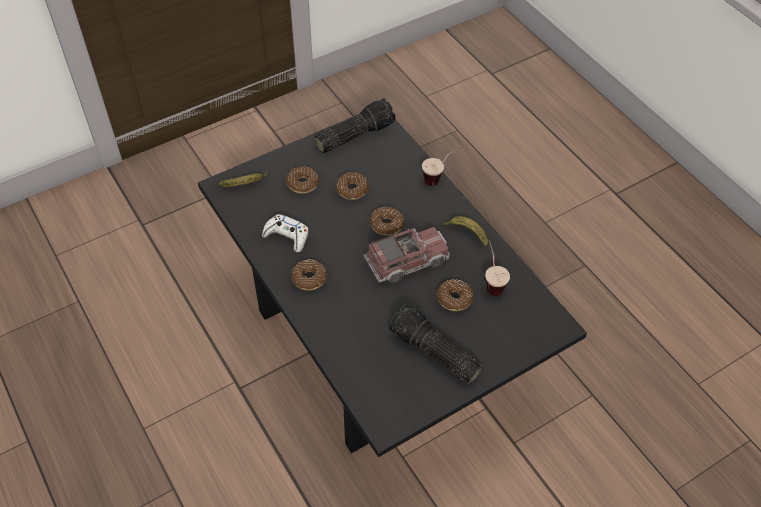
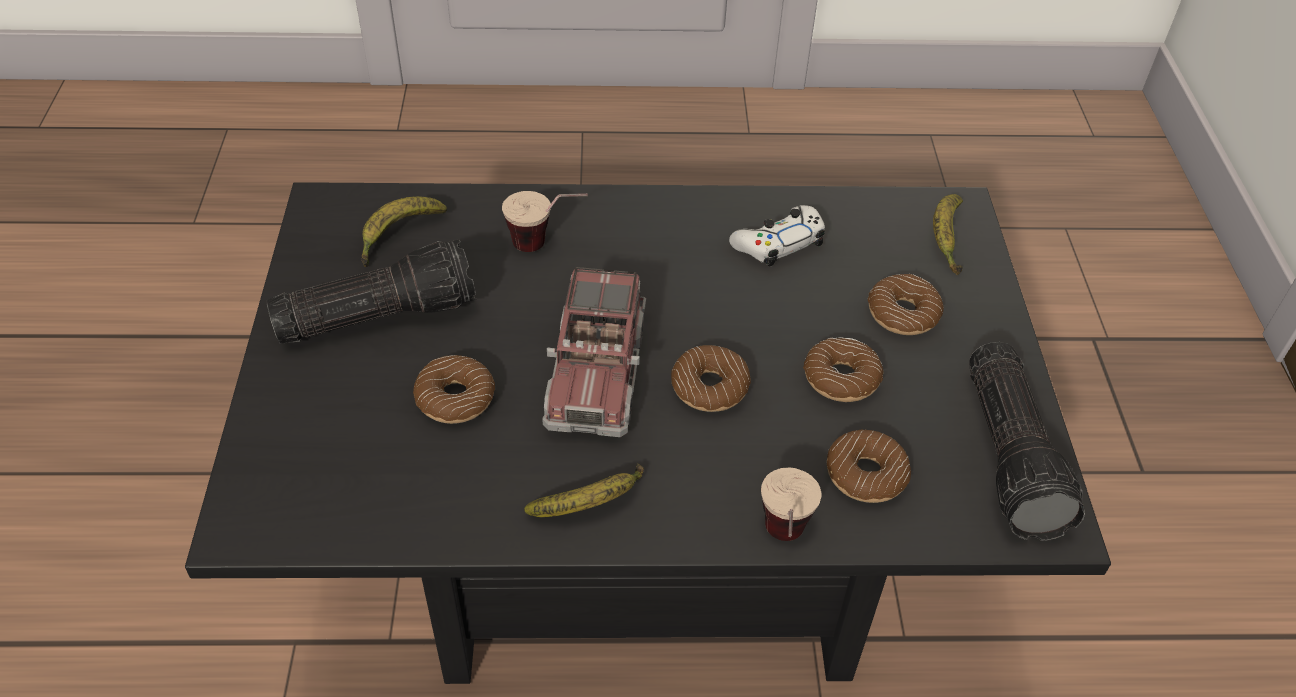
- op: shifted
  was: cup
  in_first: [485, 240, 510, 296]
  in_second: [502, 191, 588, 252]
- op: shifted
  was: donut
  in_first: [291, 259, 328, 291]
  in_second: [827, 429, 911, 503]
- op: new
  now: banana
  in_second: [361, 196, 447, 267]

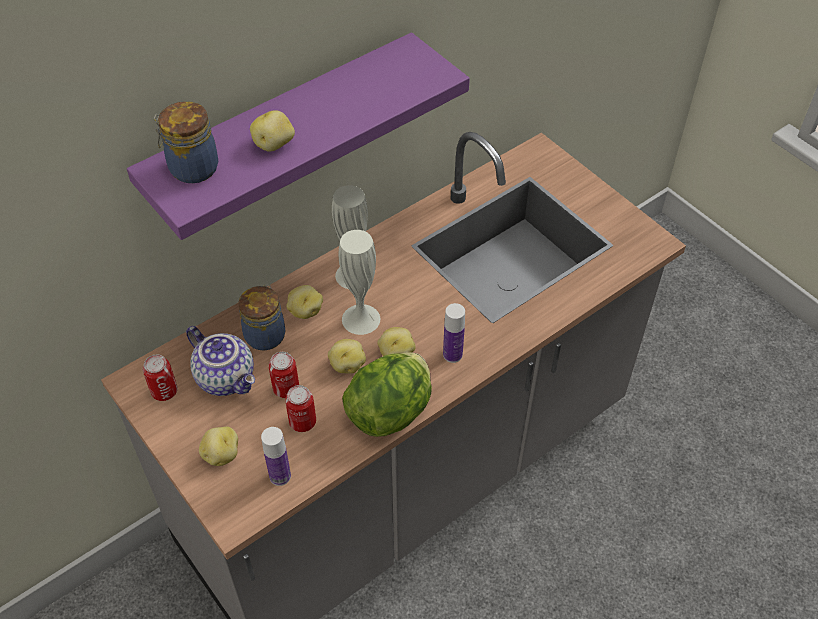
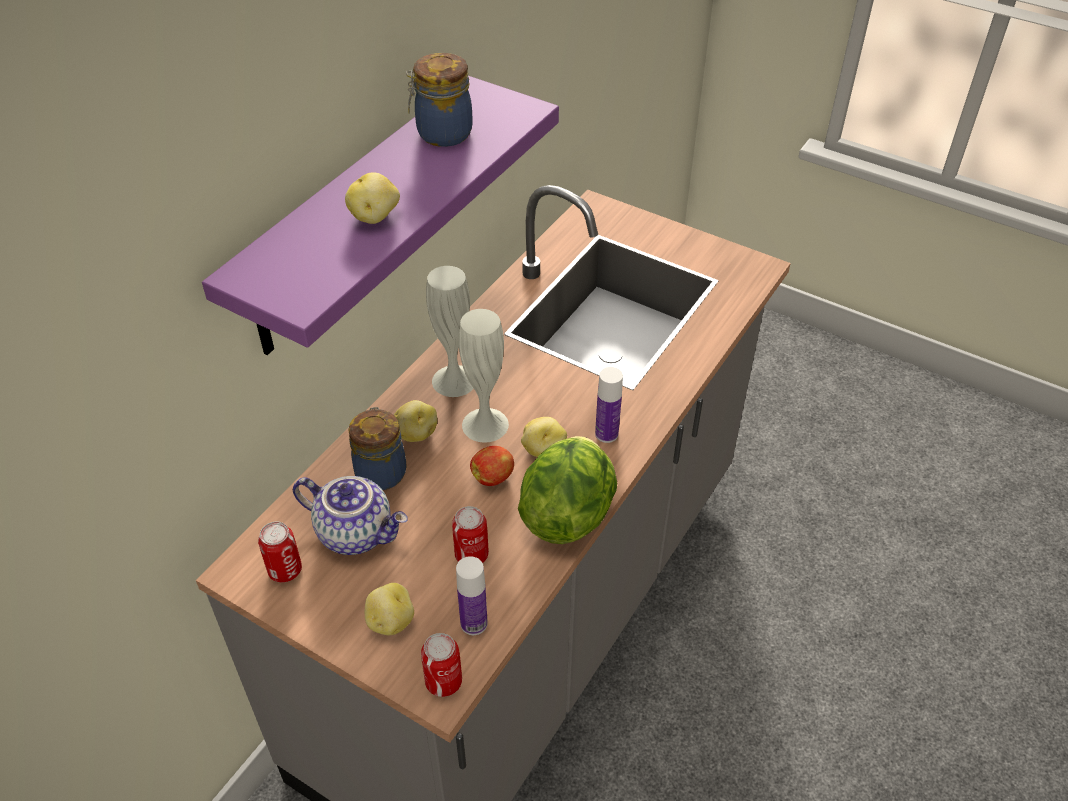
- op: shifted
  was: jar
  in_first: [154, 101, 218, 183]
  in_second: [406, 53, 473, 147]
- op: swapped
  was: potato
  now: apple
  in_first: [328, 339, 366, 374]
  in_second: [470, 446, 514, 486]
- op: shifted
  was: can
  in_first: [269, 352, 299, 398]
  in_second: [421, 633, 462, 697]

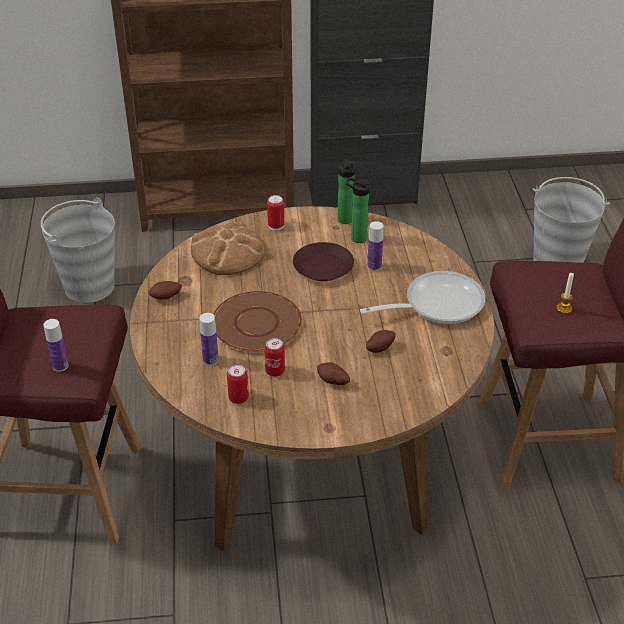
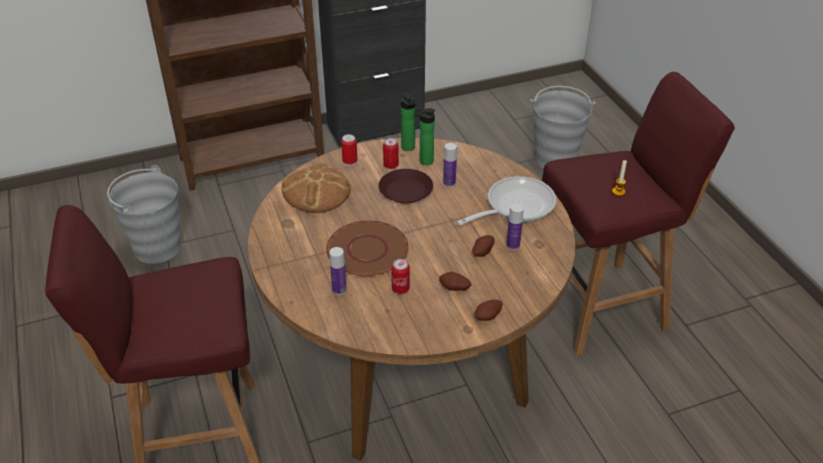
- op: shifted
  was: potato
  in_first: [149, 281, 182, 300]
  in_second: [474, 300, 503, 321]
- op: shifted
  was: bottle
  in_first: [43, 319, 69, 372]
  in_second: [506, 204, 524, 250]
- op: shifted
  was: can
  in_first: [227, 364, 249, 404]
  in_second: [383, 138, 399, 169]

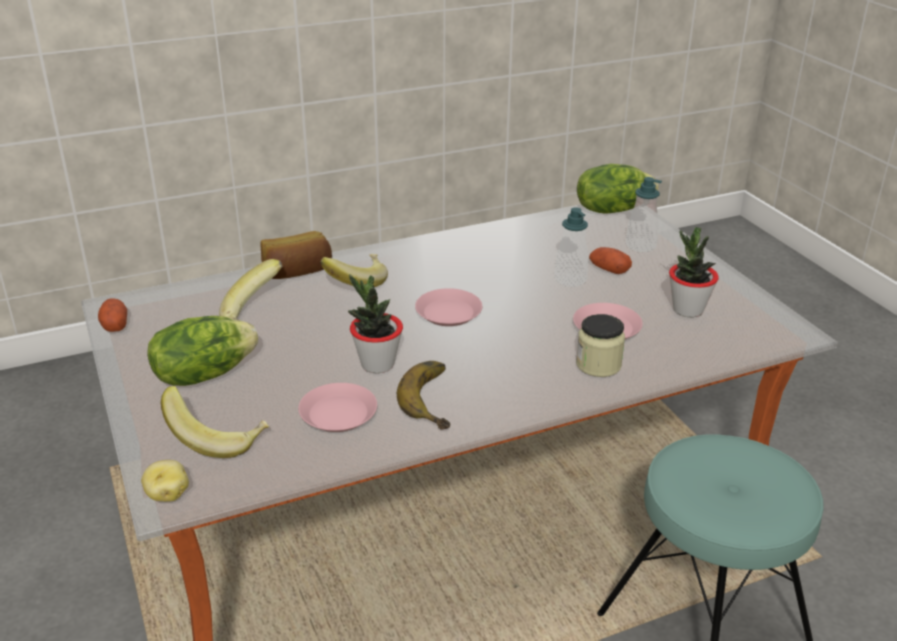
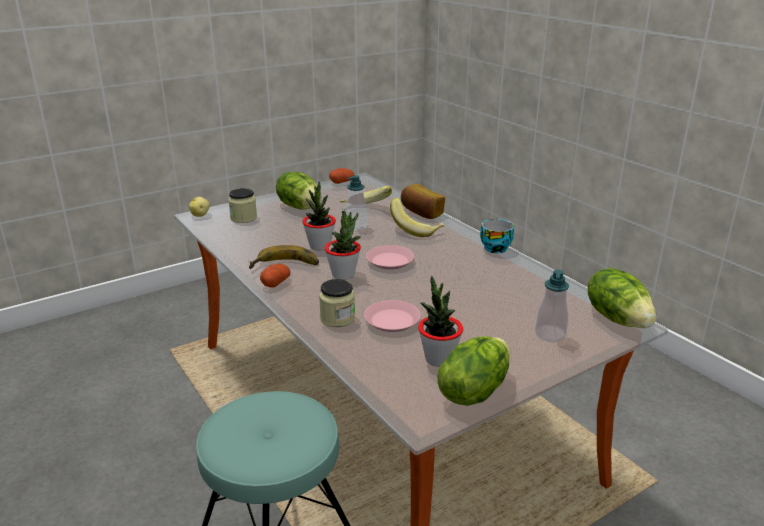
- op: shifted
  was: soap dispenser
  in_first: [554, 207, 588, 287]
  in_second: [345, 175, 368, 230]
- op: shifted
  was: potato
  in_first: [589, 247, 632, 274]
  in_second: [260, 264, 290, 288]
- op: gone
  was: pink plate
  in_first: [298, 383, 377, 432]
- op: swapped
  was: banana
  now: jar
  in_first: [161, 386, 269, 458]
  in_second: [228, 188, 257, 223]
- op: new
  now: potted plant
  in_second: [325, 211, 361, 280]
- op: new
  now: cup
  in_second: [480, 219, 514, 253]
- op: new
  now: lettuce
  in_second: [438, 336, 510, 406]

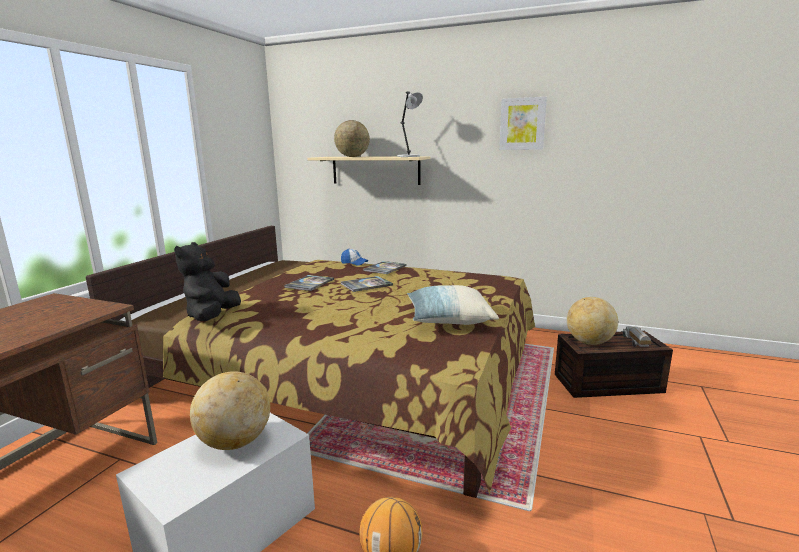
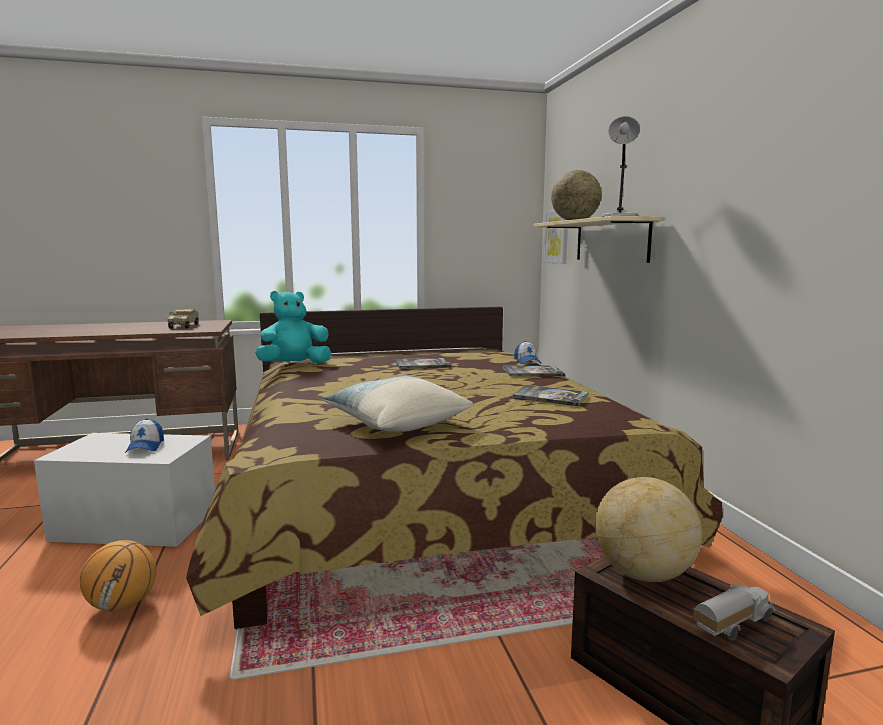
- op: shifted
  was: picture
  in_first: [499, 97, 547, 150]
  in_second: [544, 210, 568, 264]
- op: repainted
  was: black plush toy
  now: turquoise plush toy
  in_first: [174, 242, 241, 321]
  in_second: [255, 291, 331, 363]
- op: shifted
  was: book
  in_first: [341, 276, 393, 292]
  in_second: [512, 385, 588, 406]
- op: swapped
  was: globe
  now: cap
  in_first: [190, 371, 270, 450]
  in_second: [125, 418, 164, 453]
- op: new
  now: toy truck
  in_second: [167, 310, 199, 329]

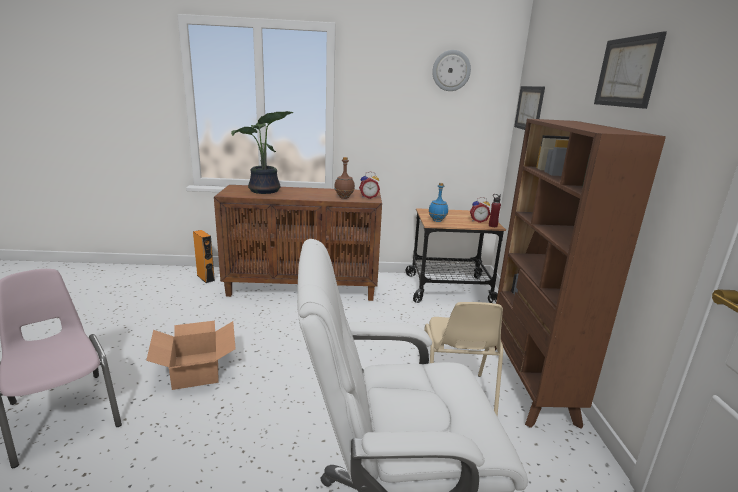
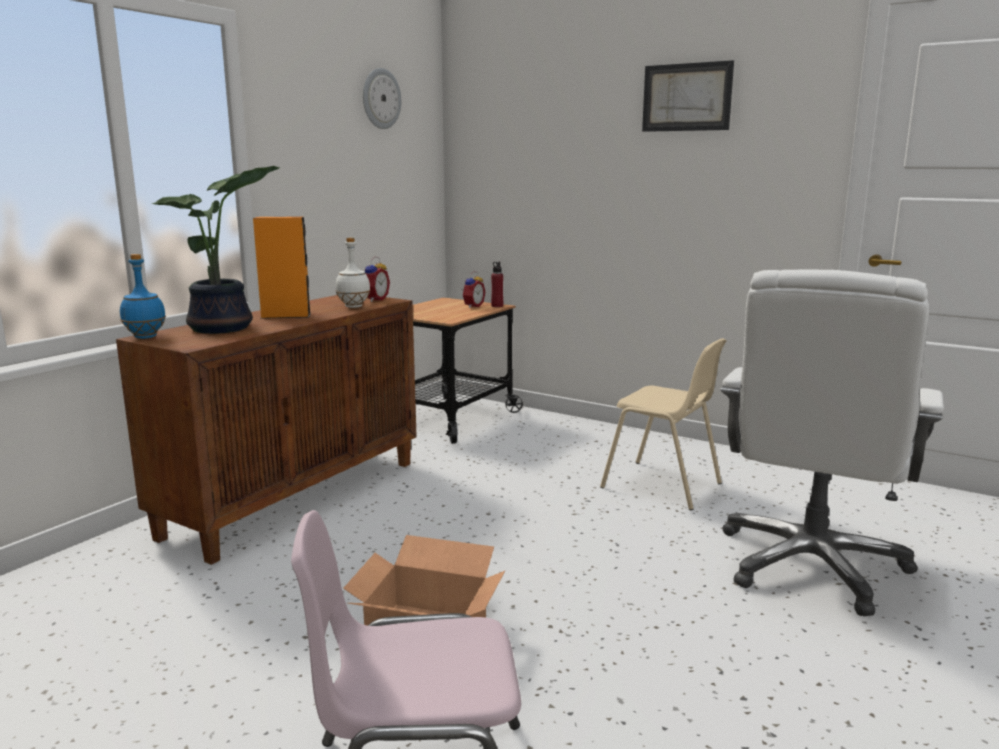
- op: gone
  was: picture
  in_first: [514, 86, 545, 130]
- op: gone
  was: brown bookcase
  in_first: [495, 119, 666, 429]
- op: repainted
  was: brown bottle
  now: white bottle
  in_first: [334, 157, 355, 199]
  in_second: [336, 238, 371, 308]
- op: shifted
  was: blue bottle
  in_first: [429, 183, 448, 222]
  in_second: [120, 254, 166, 339]
- op: shifted
  was: orange speaker
  in_first: [193, 230, 215, 283]
  in_second: [253, 216, 311, 319]

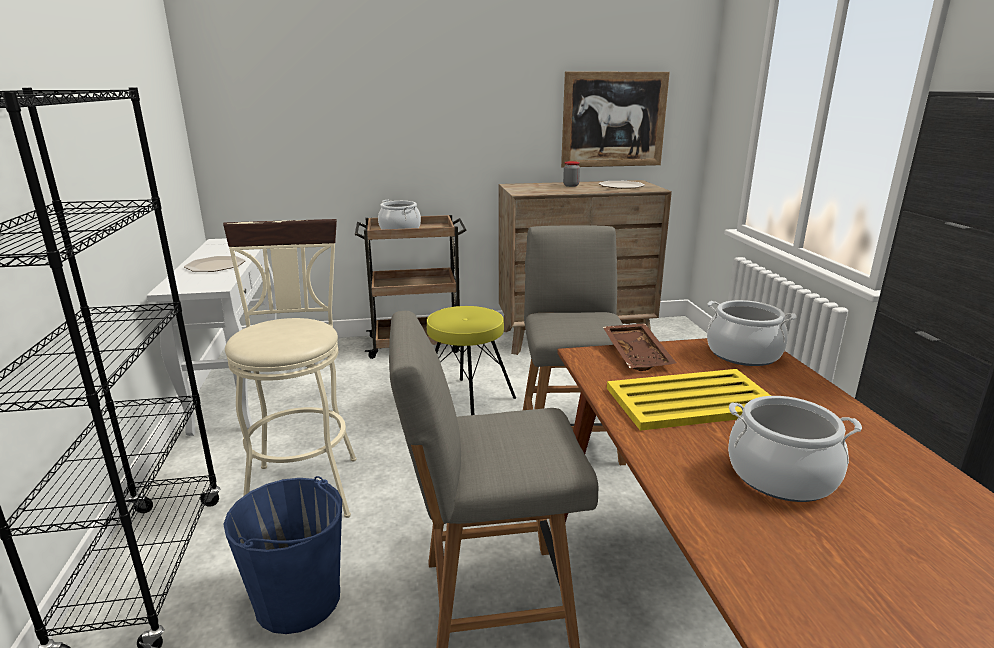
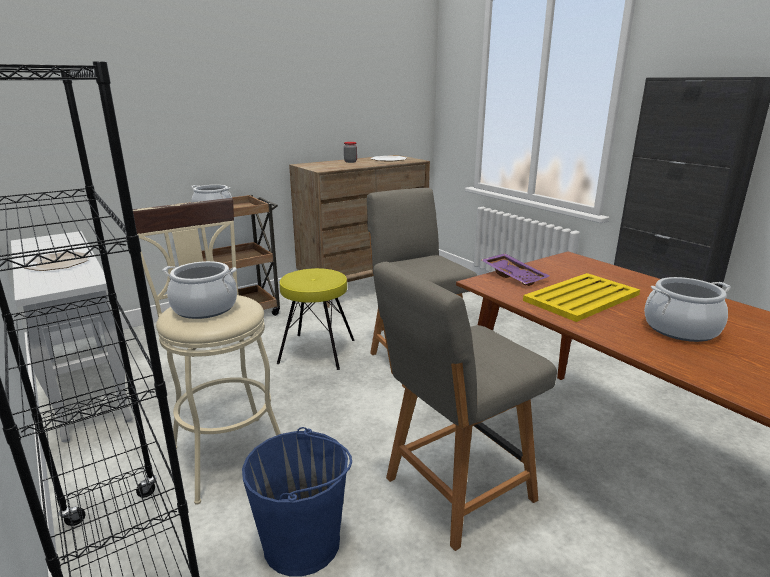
- op: gone
  was: picture
  in_first: [561, 72, 670, 168]
- op: shifted
  was: cooking pot
  in_first: [707, 300, 796, 366]
  in_second: [163, 261, 237, 319]
- op: repainted
  was: brown tray
  now: purple tray
  in_first: [603, 323, 676, 371]
  in_second: [482, 253, 549, 286]

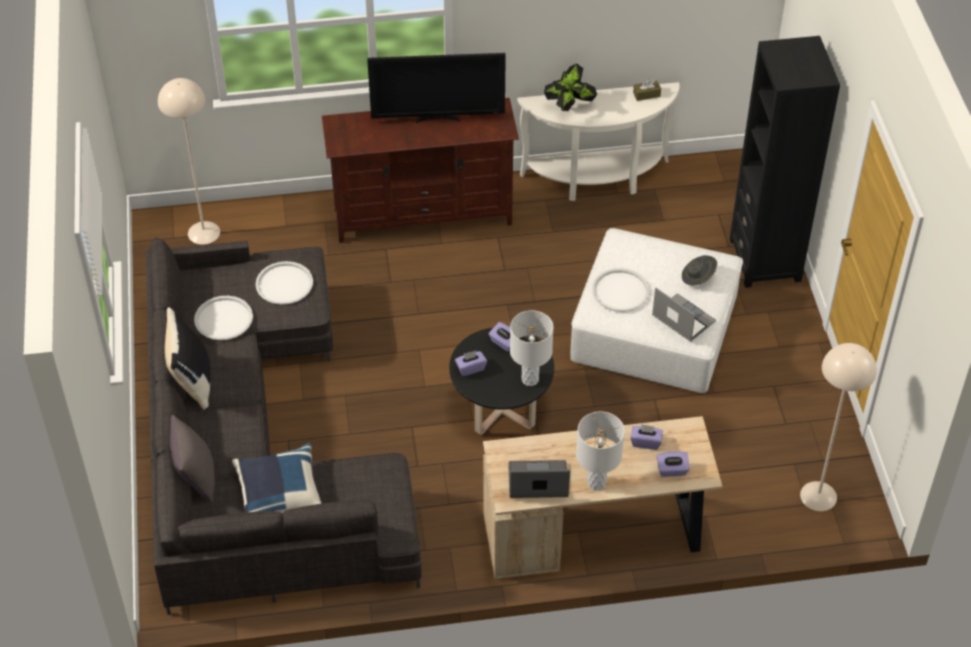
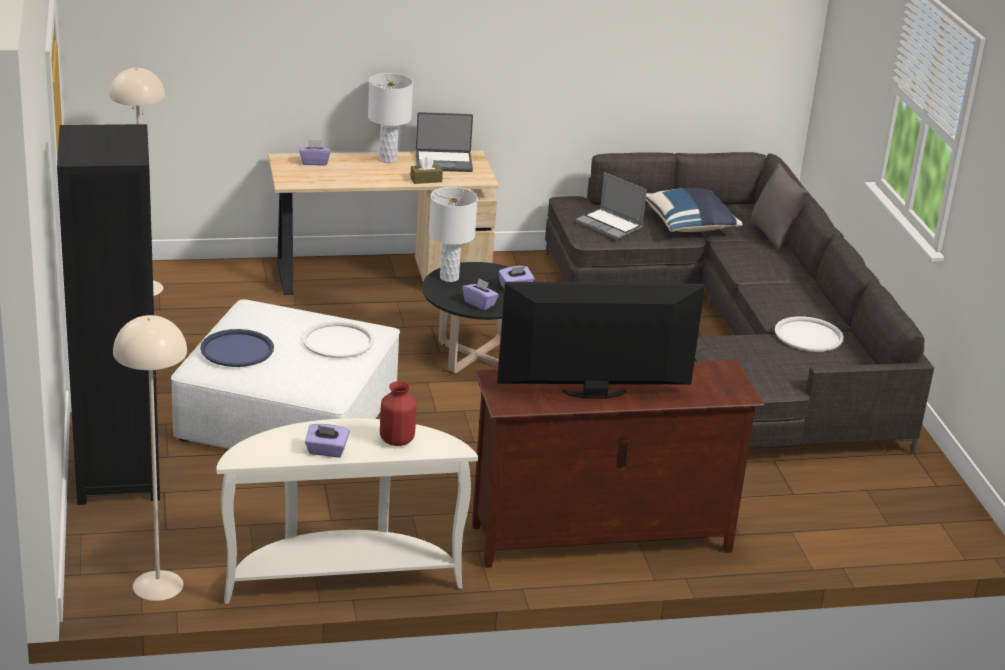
- op: swapped
  was: potted plant
  now: red vase
  in_first: [544, 63, 597, 112]
  in_second: [380, 381, 417, 446]
- op: shifted
  was: beige floor lamp
  in_first: [158, 78, 220, 245]
  in_second: [113, 315, 187, 601]
- op: shifted
  was: brown tissue box
  in_first: [633, 79, 661, 101]
  in_second: [410, 156, 443, 184]
- op: swapped
  was: grey hat
  now: blue tray
  in_first: [682, 255, 717, 286]
  in_second: [200, 329, 274, 367]
- op: gone
  was: white tray
  in_first: [255, 261, 313, 305]
- op: shifted
  was: laptop
  in_first: [652, 287, 716, 342]
  in_second: [575, 172, 647, 240]
- op: gone
  was: black pillow
  in_first: [165, 307, 210, 410]
- op: shifted
  was: purple tissue box
  in_first: [631, 424, 663, 450]
  in_second: [305, 424, 349, 457]

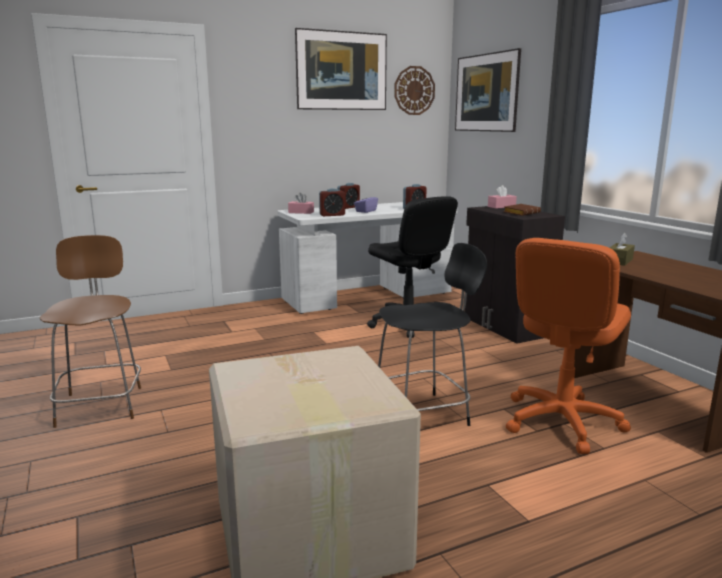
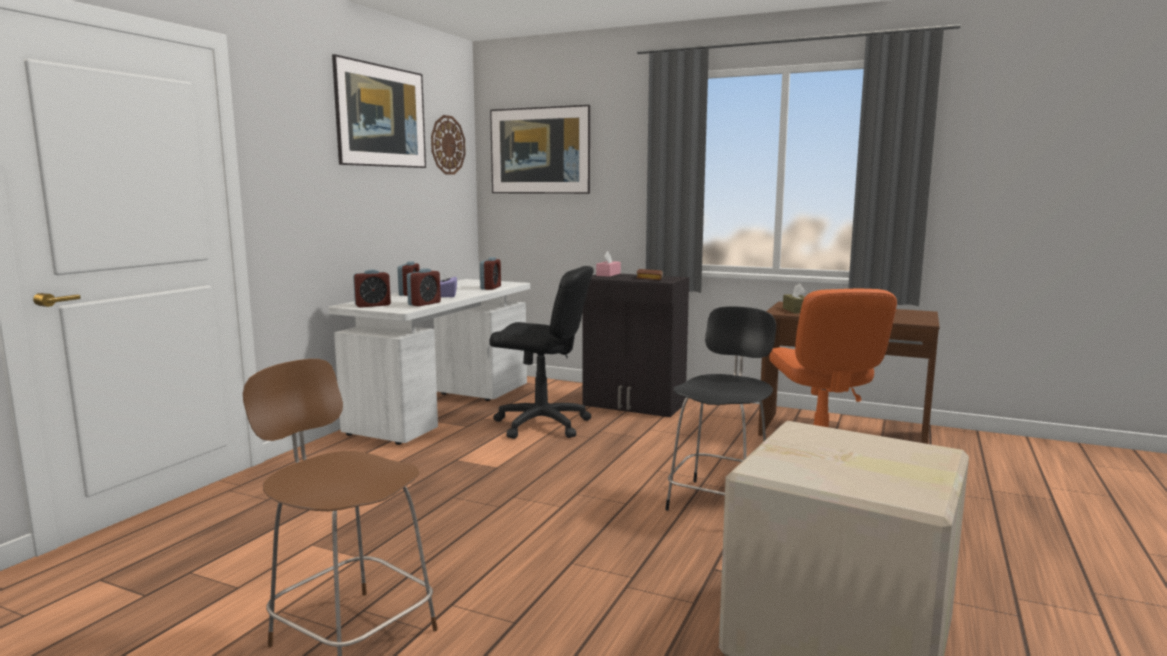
- op: swapped
  was: pink tissue box
  now: alarm clock
  in_first: [288, 193, 314, 214]
  in_second: [353, 270, 391, 308]

